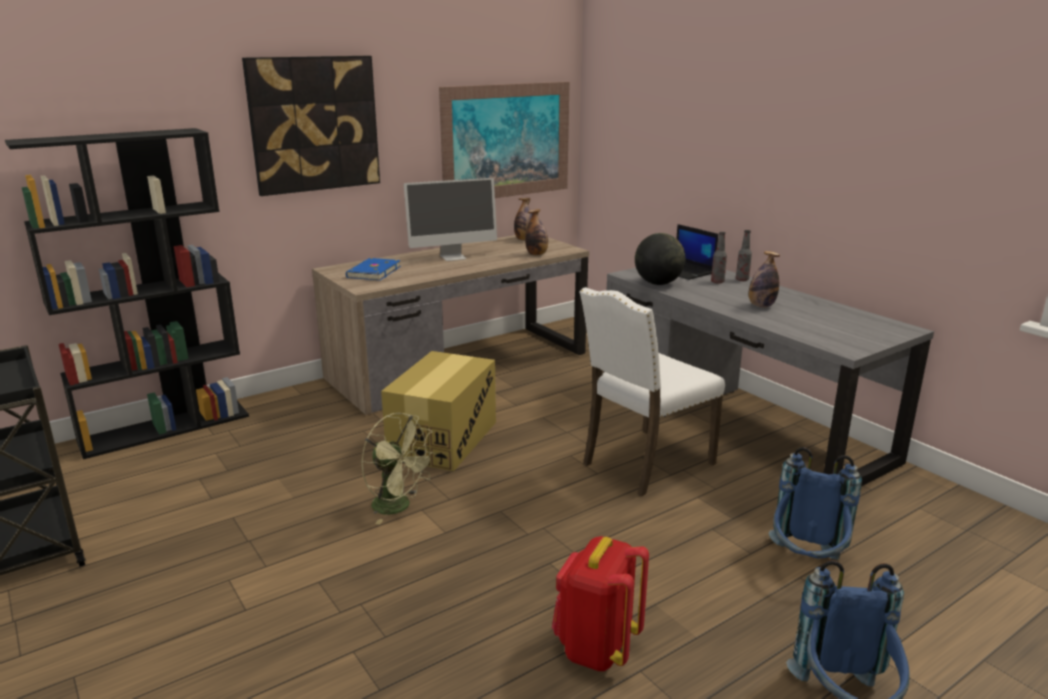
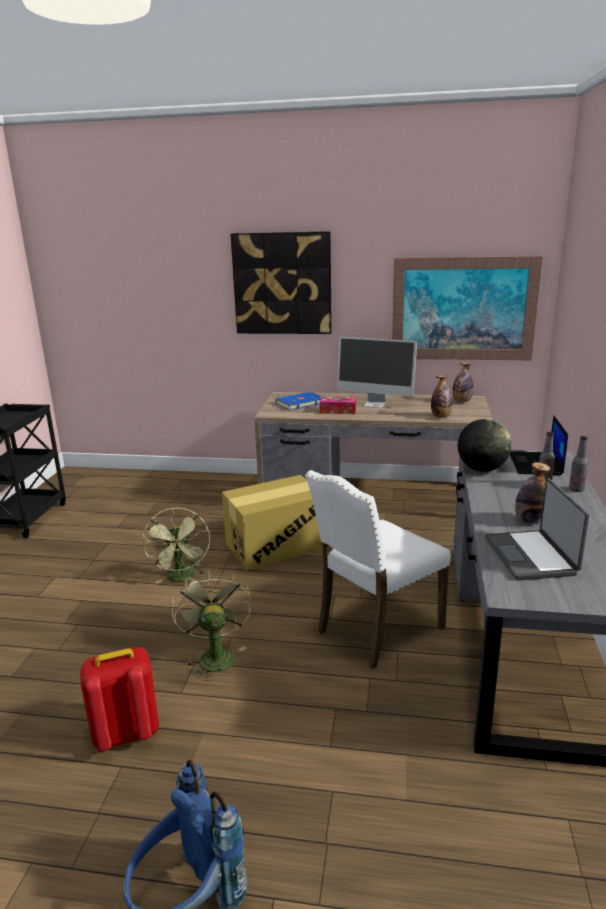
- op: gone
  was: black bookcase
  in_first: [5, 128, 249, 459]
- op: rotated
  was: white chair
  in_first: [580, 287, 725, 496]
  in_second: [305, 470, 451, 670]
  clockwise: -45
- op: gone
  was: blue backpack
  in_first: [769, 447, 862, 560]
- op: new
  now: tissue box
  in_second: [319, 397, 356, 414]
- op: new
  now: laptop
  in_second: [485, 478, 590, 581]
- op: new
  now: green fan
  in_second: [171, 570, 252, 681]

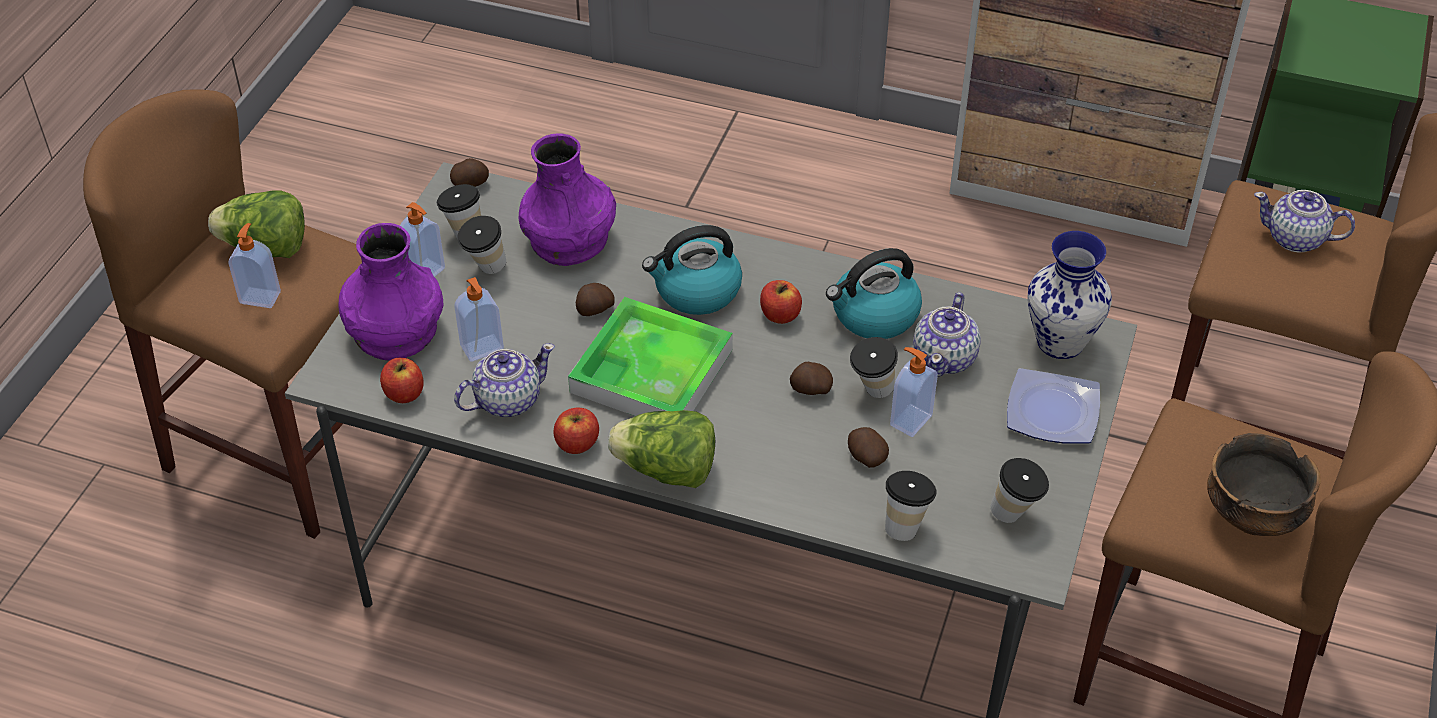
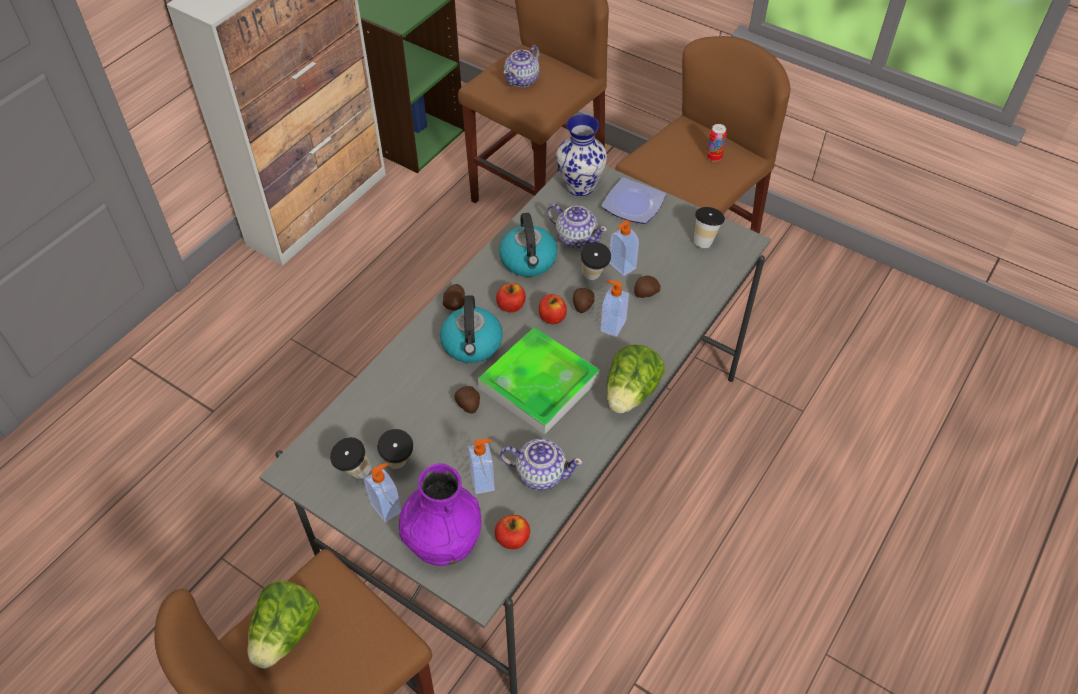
- op: gone
  was: purple vase
  in_first: [518, 133, 616, 266]
- op: shifted
  was: potato
  in_first: [450, 158, 489, 187]
  in_second: [443, 284, 465, 311]
- op: shifted
  was: soap dispenser
  in_first: [228, 223, 281, 308]
  in_second: [600, 280, 629, 337]
- op: rotated
  was: teapot
  in_first: [454, 343, 555, 417]
  in_second: [500, 439, 583, 490]
  clockwise: 120
- op: shifted
  was: apple
  in_first: [553, 407, 599, 454]
  in_second: [539, 294, 567, 324]
- op: swapped
  was: bowl
  now: can
  in_first: [1207, 433, 1321, 536]
  in_second: [706, 124, 727, 162]
- op: gone
  was: cup
  in_first: [885, 471, 936, 541]

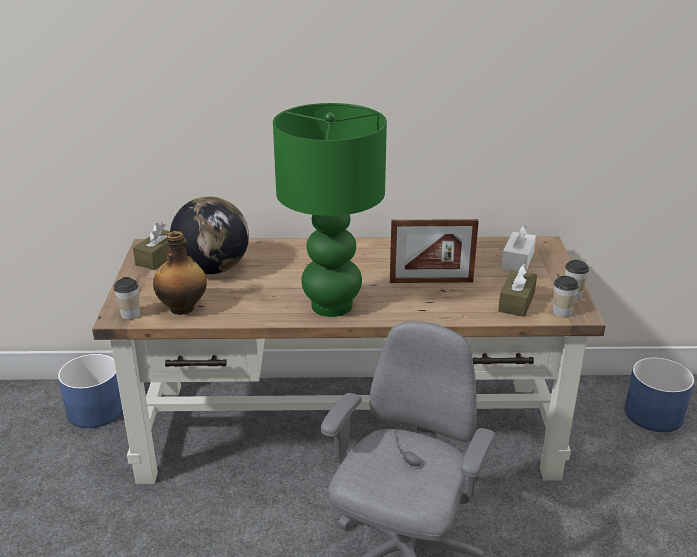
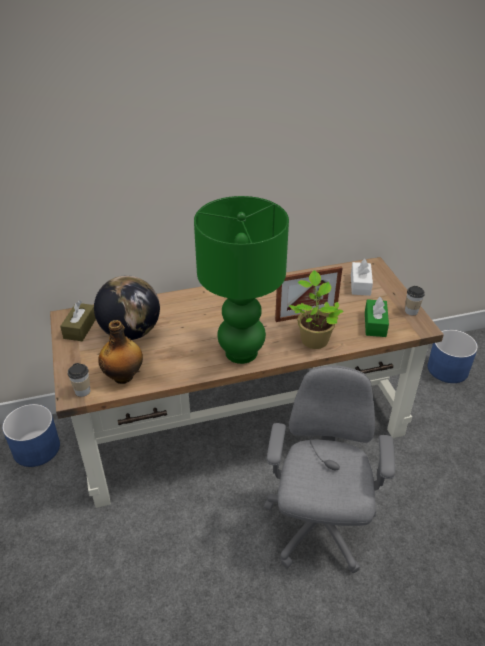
- op: repainted
  was: brown tissue box
  now: green tissue box
  in_first: [498, 264, 537, 317]
  in_second: [365, 297, 389, 337]
- op: gone
  was: cup
  in_first: [553, 276, 579, 317]
- op: new
  now: potted plant
  in_second: [289, 270, 344, 349]

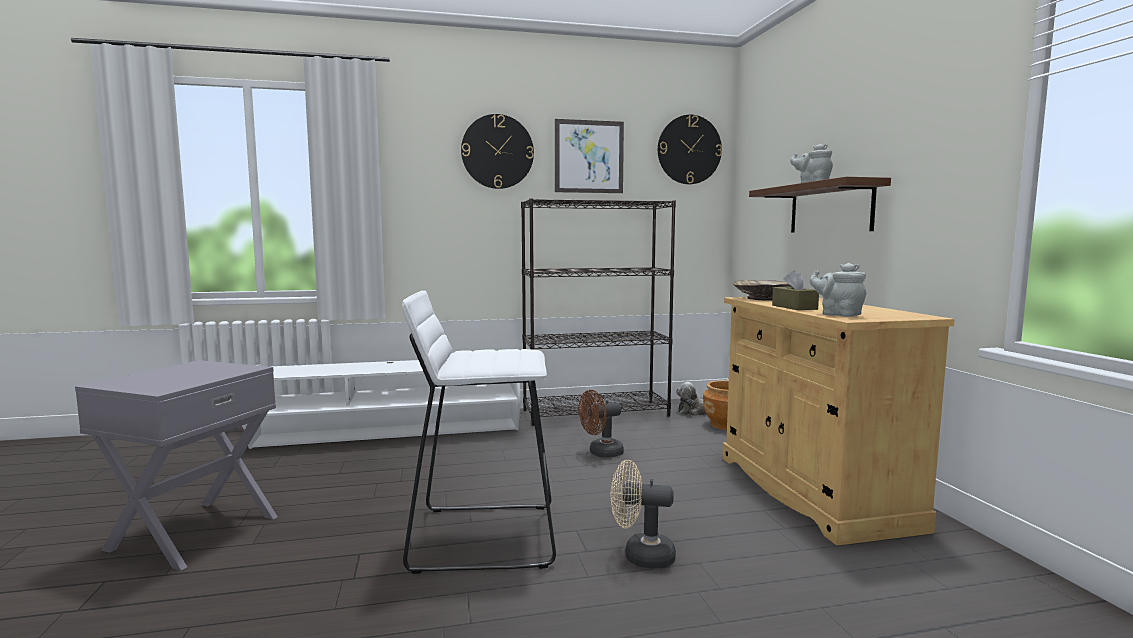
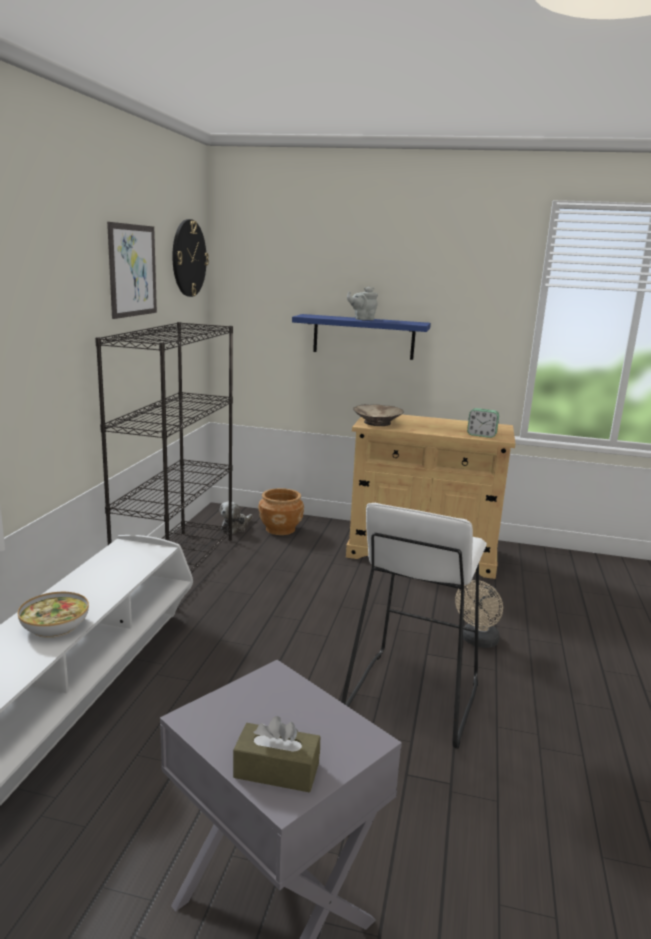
- op: gone
  was: wall clock
  in_first: [461, 114, 534, 189]
- op: repainted
  was: brown shelf
  now: blue shelf
  in_first: [749, 177, 891, 232]
  in_second: [292, 314, 431, 360]
- op: swapped
  was: grey teapot
  now: alarm clock
  in_first: [809, 263, 866, 317]
  in_second: [467, 408, 499, 438]
- op: shifted
  was: brown tissue box
  in_first: [772, 270, 819, 310]
  in_second: [233, 716, 320, 792]
- op: gone
  was: brown fan
  in_first: [579, 390, 624, 458]
- op: new
  now: bowl
  in_second: [18, 592, 89, 638]

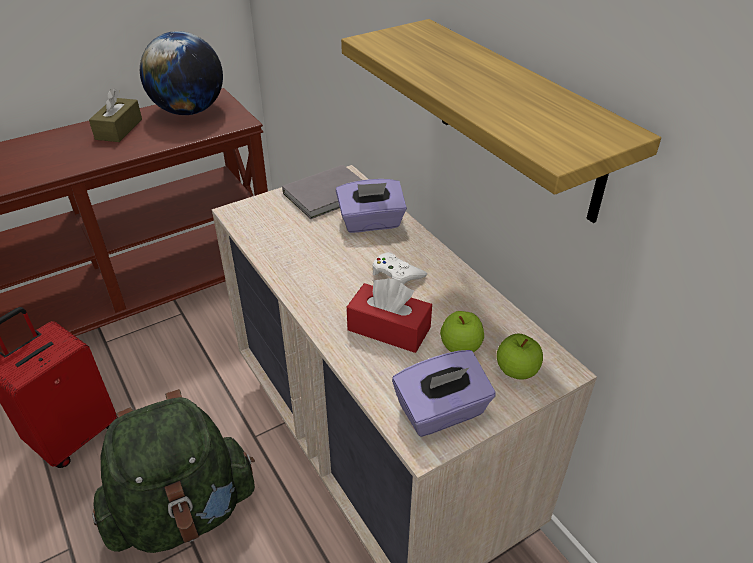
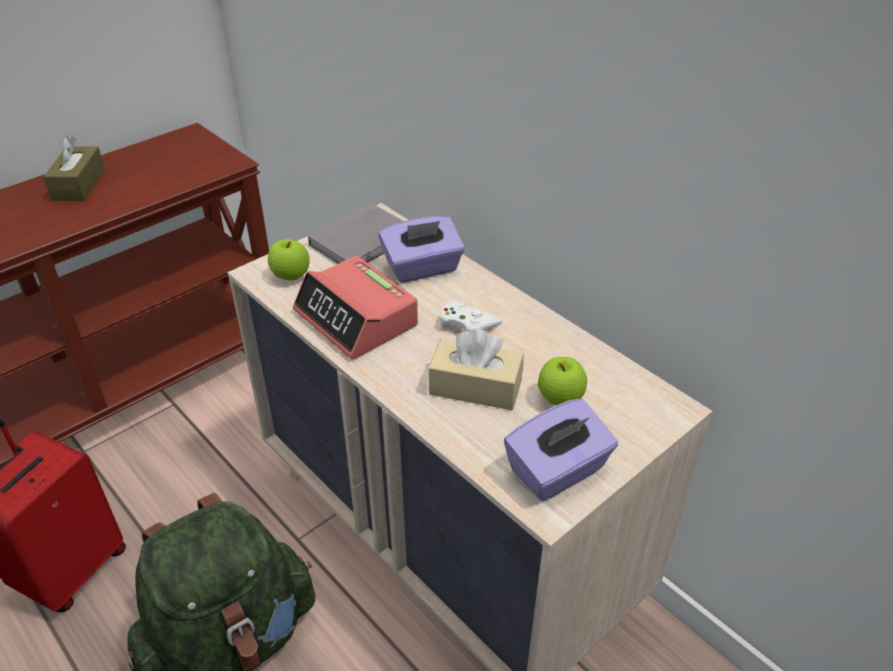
- op: gone
  was: shelf
  in_first: [341, 19, 661, 223]
- op: gone
  was: globe
  in_first: [140, 31, 223, 115]
- op: repainted
  was: red tissue box
  now: beige tissue box
  in_first: [347, 278, 432, 353]
  in_second: [428, 329, 524, 410]
- op: shifted
  was: apple
  in_first: [497, 333, 543, 380]
  in_second: [268, 239, 310, 281]
- op: new
  now: alarm clock
  in_second: [293, 256, 418, 359]

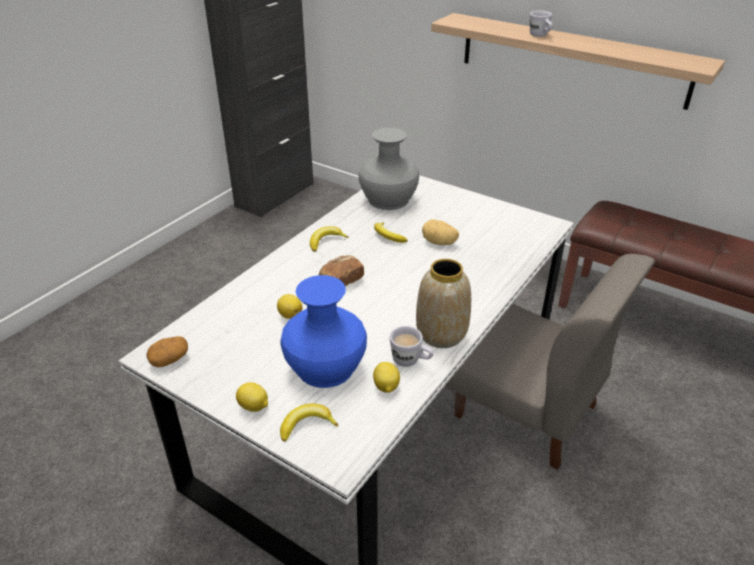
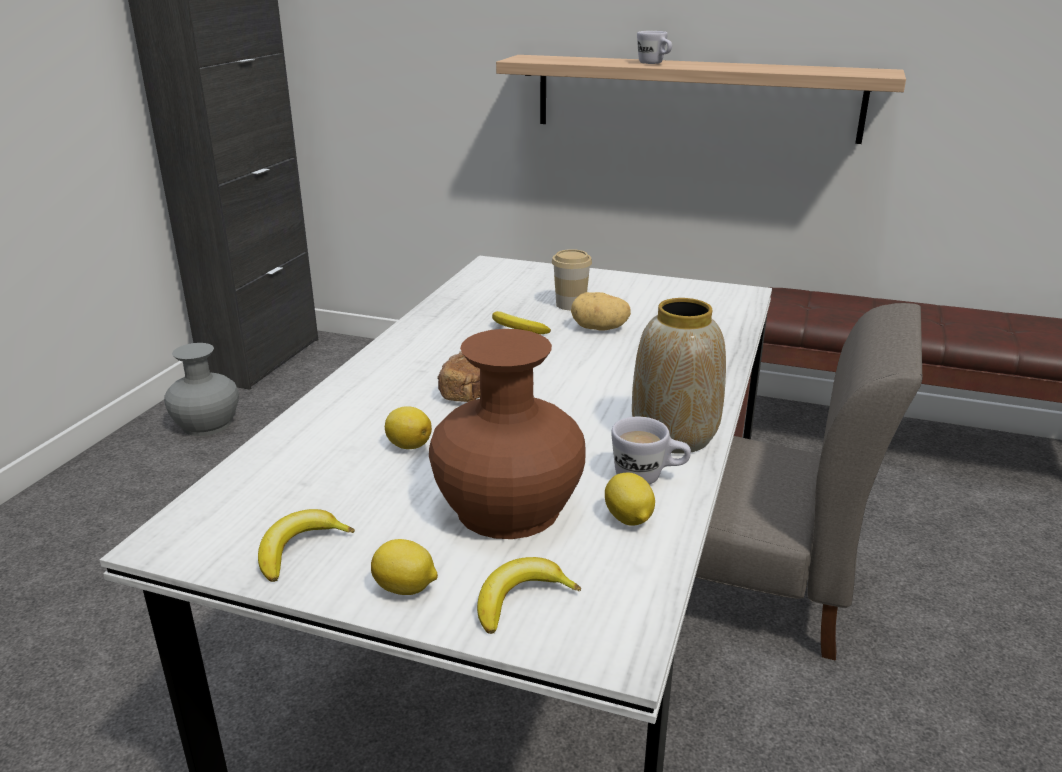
- op: shifted
  was: grey vase
  in_first: [358, 128, 419, 210]
  in_second: [164, 343, 239, 436]
- op: shifted
  was: banana
  in_first: [310, 226, 349, 252]
  in_second: [258, 509, 355, 582]
- op: repainted
  was: blue vase
  now: brown vase
  in_first: [280, 275, 367, 388]
  in_second: [429, 329, 586, 539]
- op: gone
  was: potato
  in_first: [147, 336, 188, 367]
- op: new
  now: cup
  in_second: [552, 249, 592, 310]

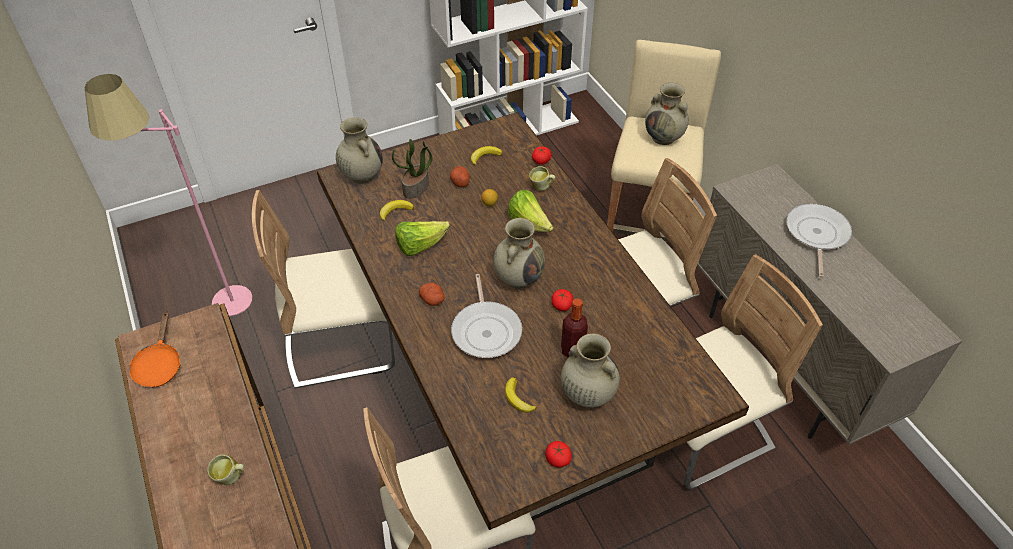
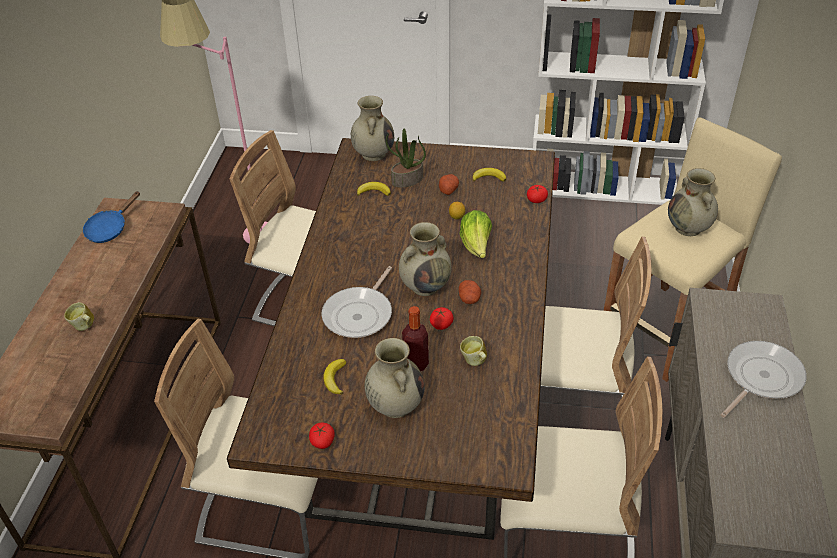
- op: shifted
  was: mug
  in_first: [529, 166, 555, 191]
  in_second: [460, 336, 487, 366]
- op: gone
  was: lettuce
  in_first: [395, 221, 450, 256]
- op: shifted
  was: potato
  in_first: [419, 282, 445, 306]
  in_second: [459, 280, 481, 304]
- op: repainted
  was: orange frying pan
  now: blue frying pan
  in_first: [129, 311, 181, 388]
  in_second: [83, 191, 140, 243]

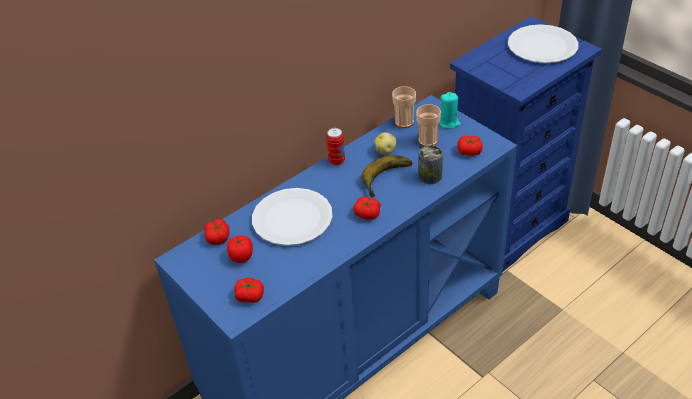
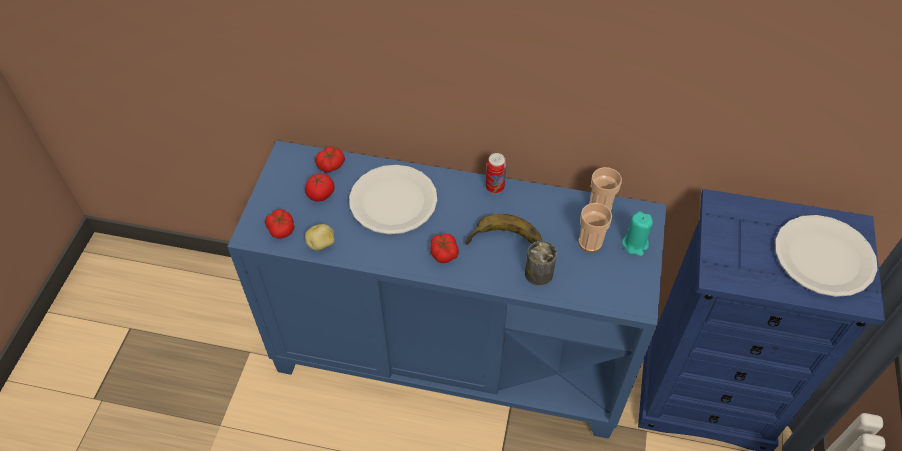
- op: shifted
  was: potato
  in_first: [374, 132, 397, 155]
  in_second: [305, 224, 335, 251]
- op: gone
  was: tomato
  in_first: [457, 136, 483, 156]

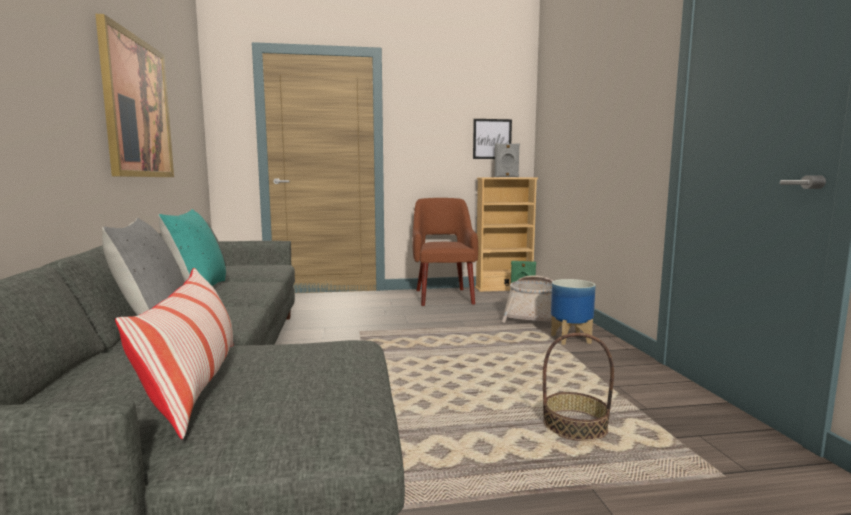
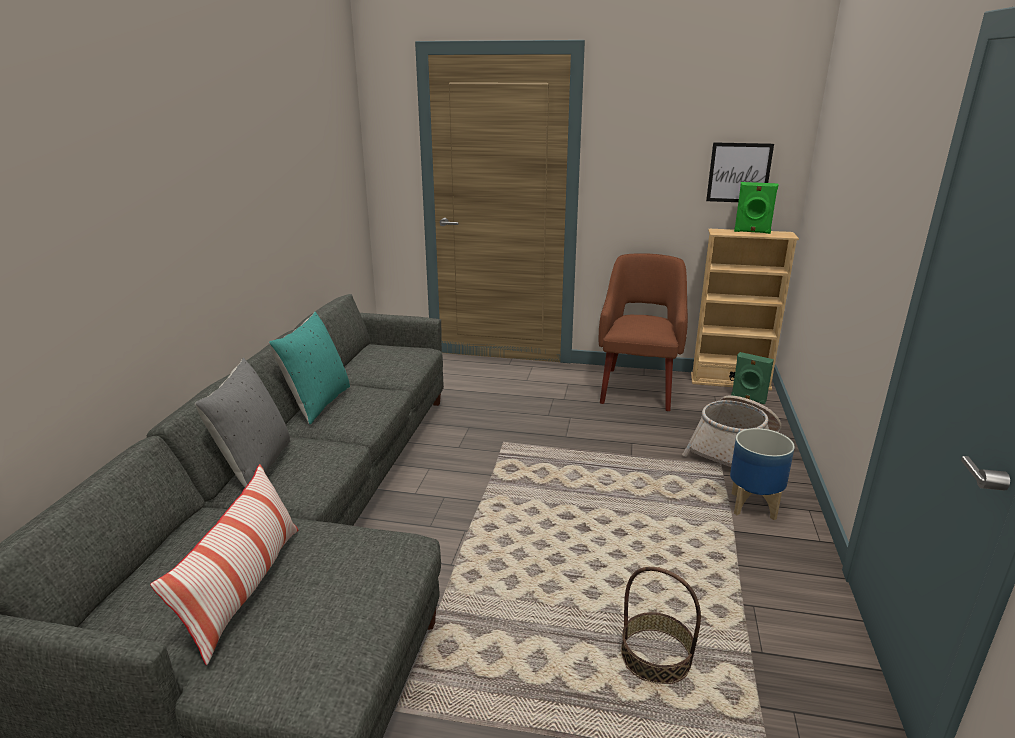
- op: gone
  was: picture
  in_first: [95, 14, 174, 177]
- op: repainted
  was: grey speaker
  now: green speaker
  in_first: [494, 143, 520, 177]
  in_second: [734, 182, 779, 234]

